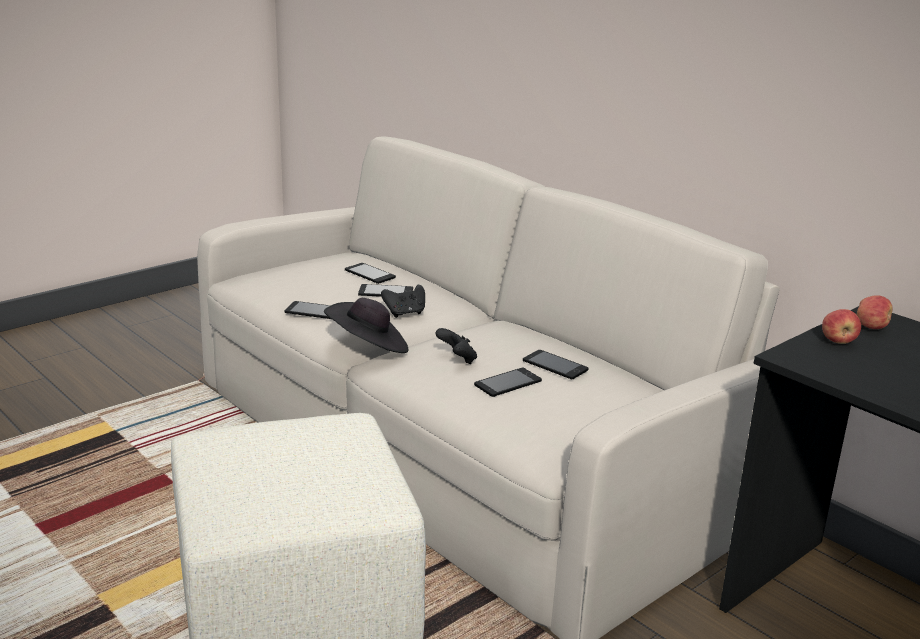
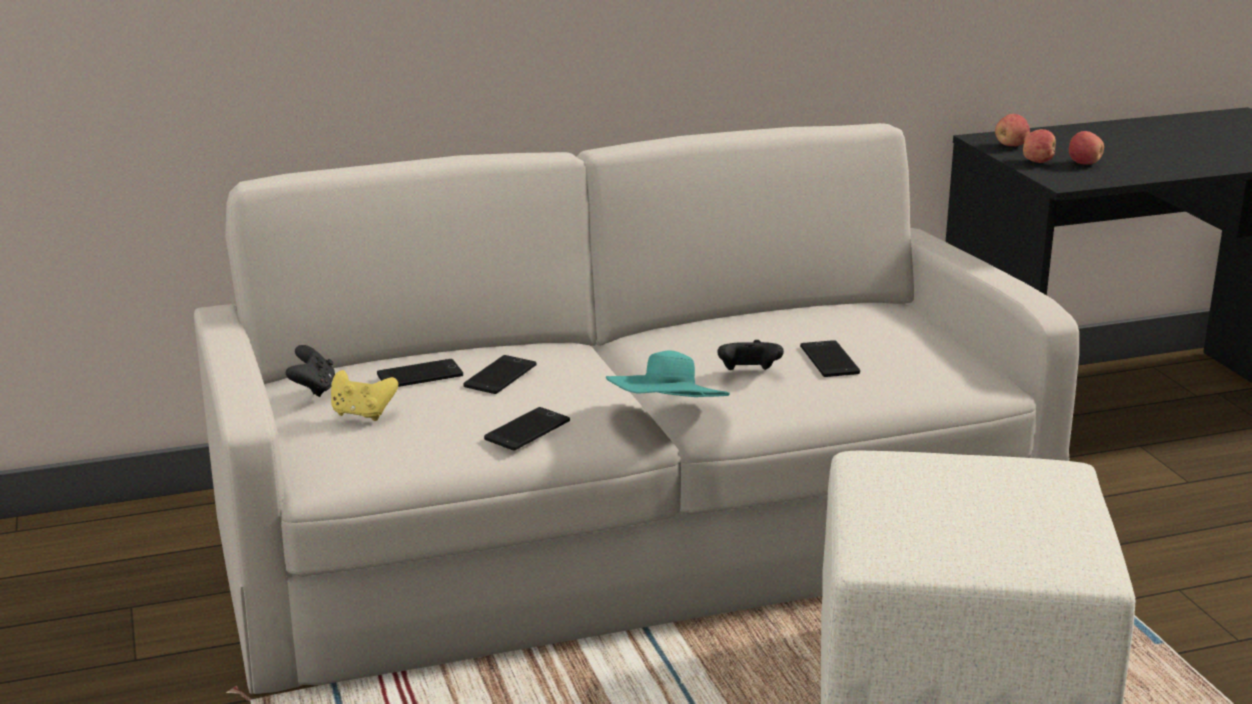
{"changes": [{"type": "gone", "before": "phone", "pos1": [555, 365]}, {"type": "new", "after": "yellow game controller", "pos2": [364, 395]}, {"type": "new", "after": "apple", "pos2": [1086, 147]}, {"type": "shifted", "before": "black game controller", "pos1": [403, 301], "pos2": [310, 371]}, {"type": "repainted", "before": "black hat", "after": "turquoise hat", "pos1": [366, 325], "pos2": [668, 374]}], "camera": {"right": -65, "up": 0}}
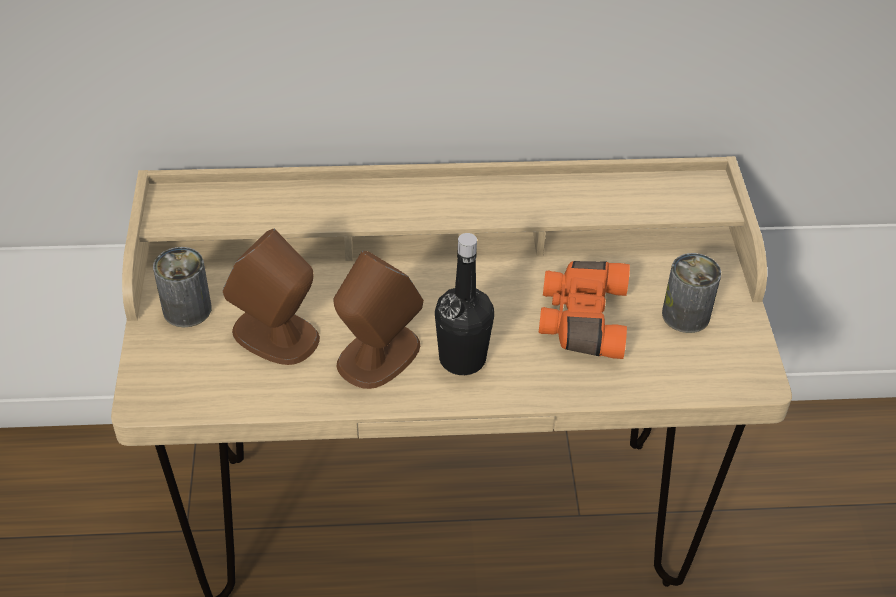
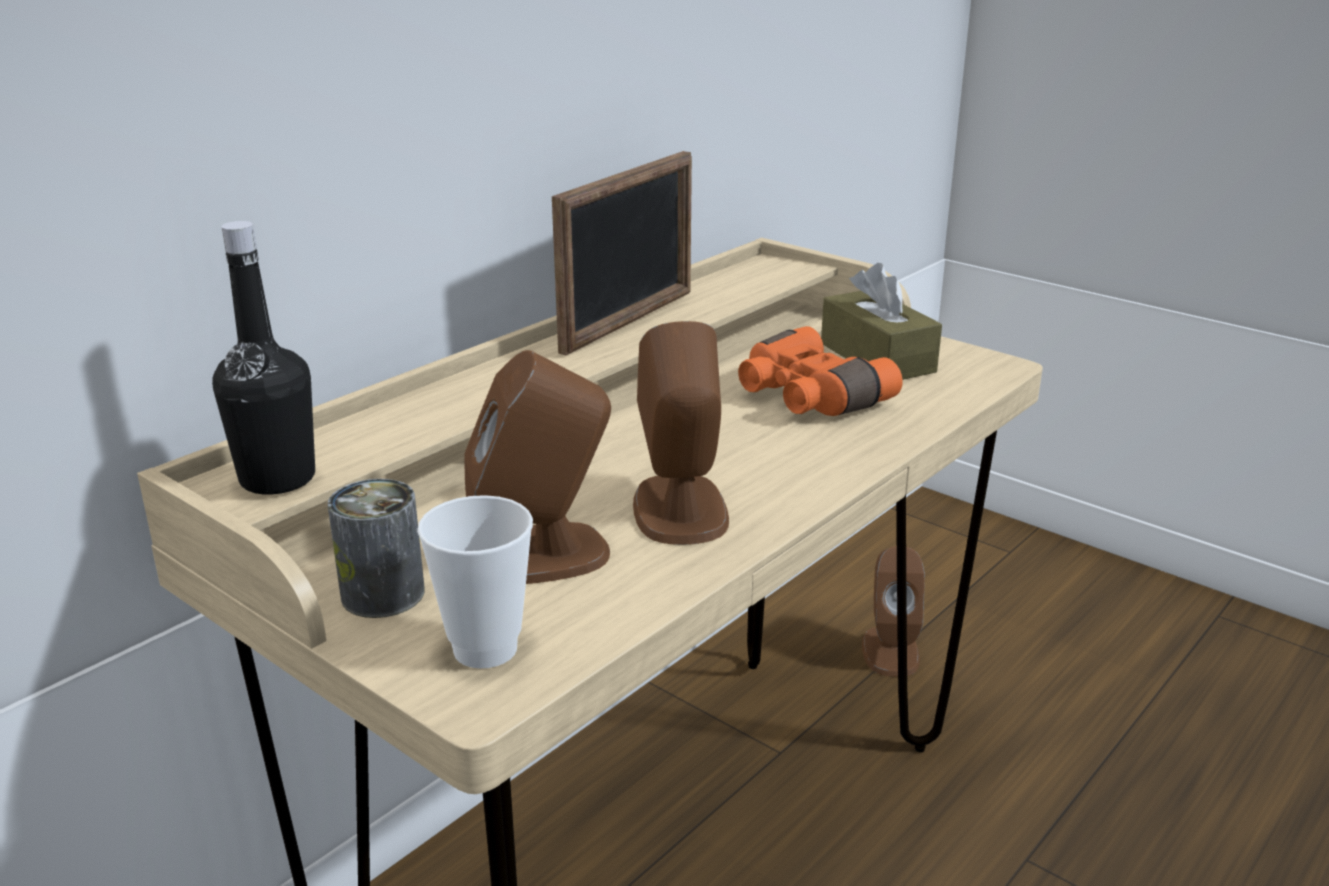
{"changes": [{"type": "new", "after": "cup", "pos2": [475, 582]}, {"type": "new", "after": "picture frame", "pos2": [622, 253]}, {"type": "new", "after": "brown speaker", "pos2": [893, 611]}, {"type": "shifted", "before": "black bottle", "pos1": [464, 304], "pos2": [263, 358]}, {"type": "swapped", "before": "can", "after": "brown tissue box", "pos1": [691, 293], "pos2": [881, 321]}], "camera": {"right": -45, "up": -20}}
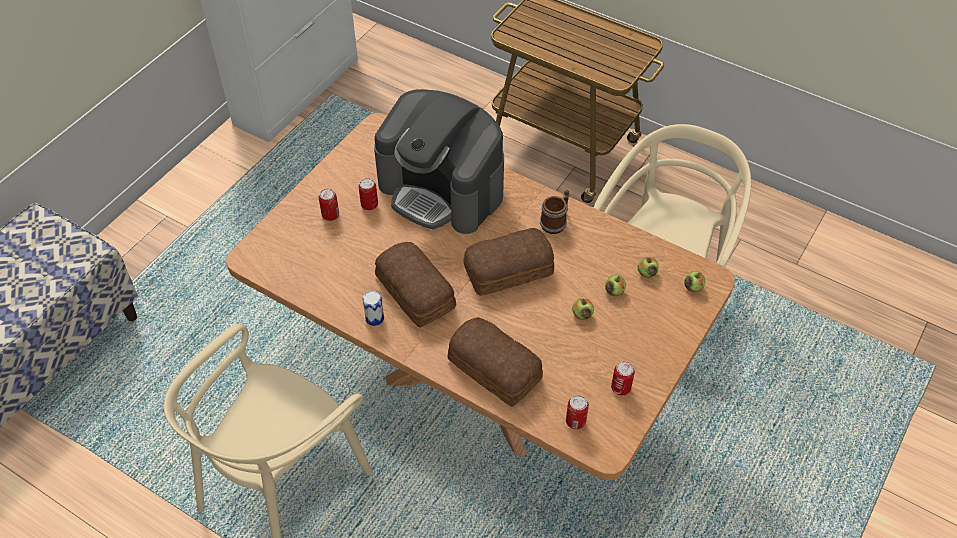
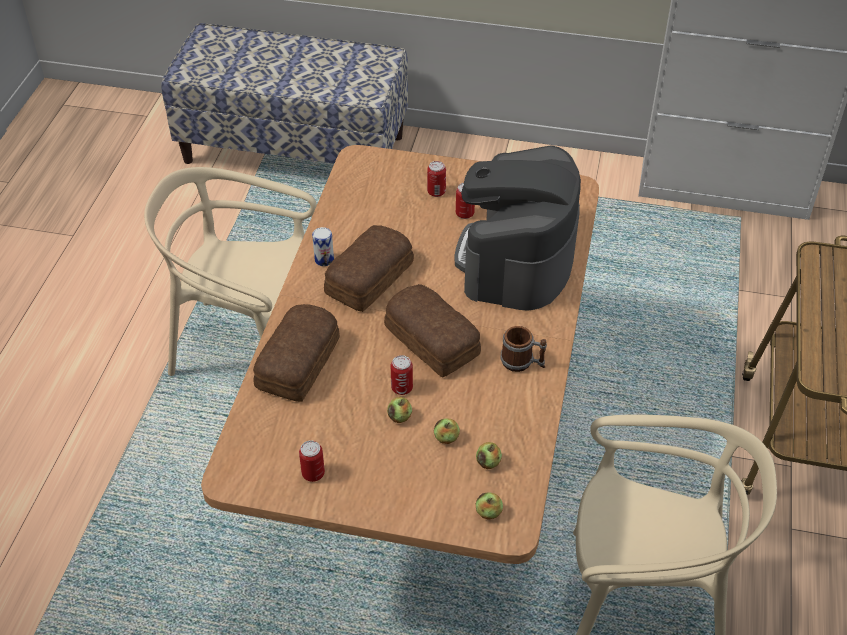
{"changes": [{"type": "shifted", "before": "can", "pos1": [577, 412], "pos2": [402, 375]}], "camera": {"right": 70, "up": -5}}
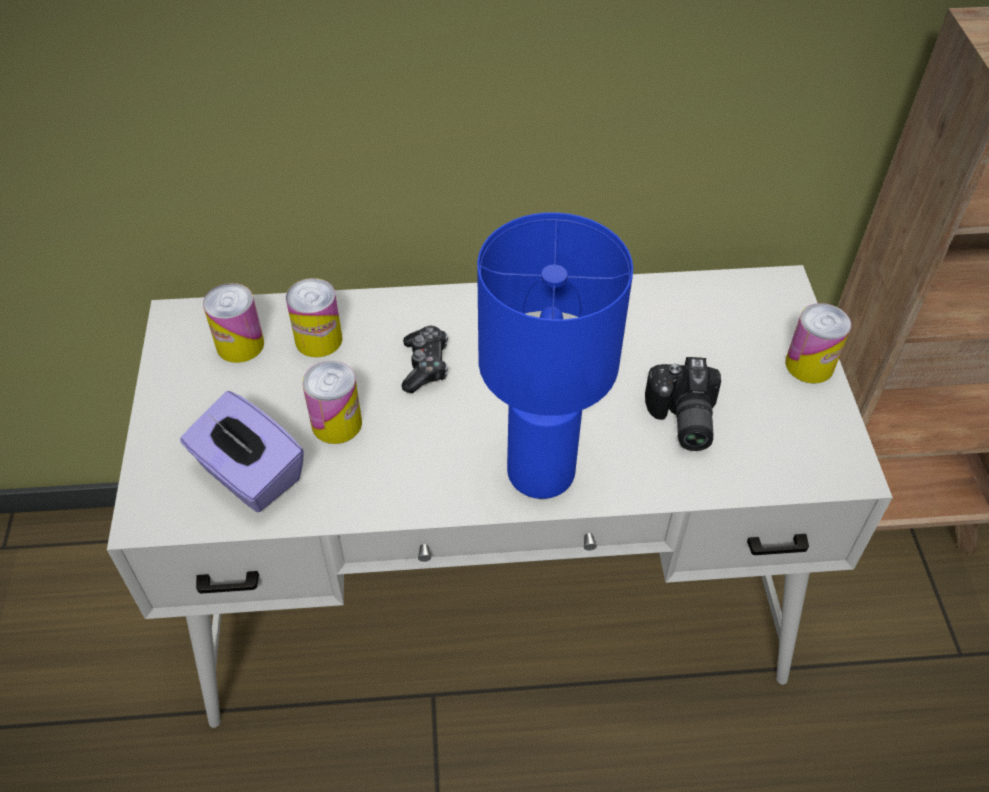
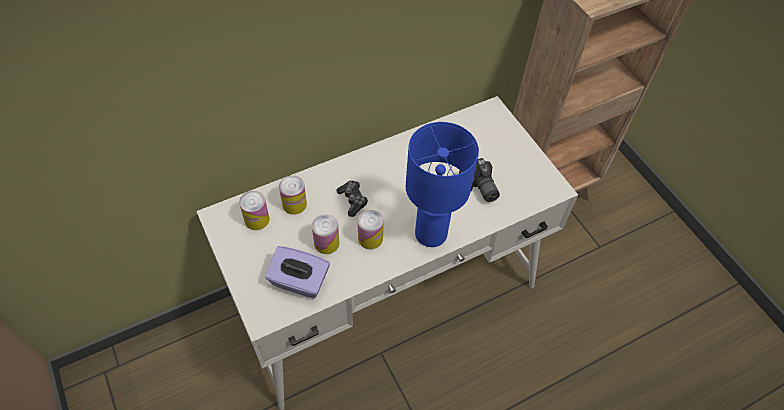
{"changes": [{"type": "shifted", "before": "can", "pos1": [818, 343], "pos2": [371, 229]}], "camera": {"right": -25, "up": 5}}
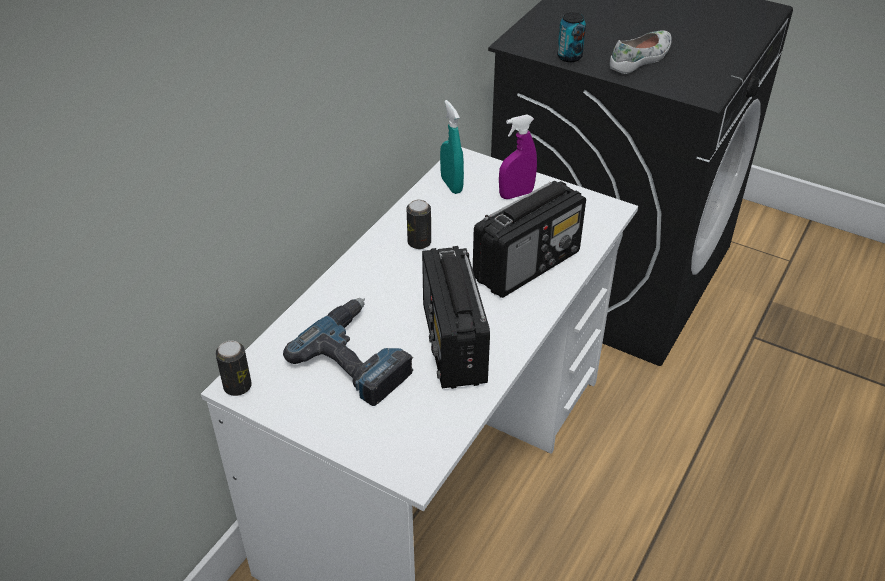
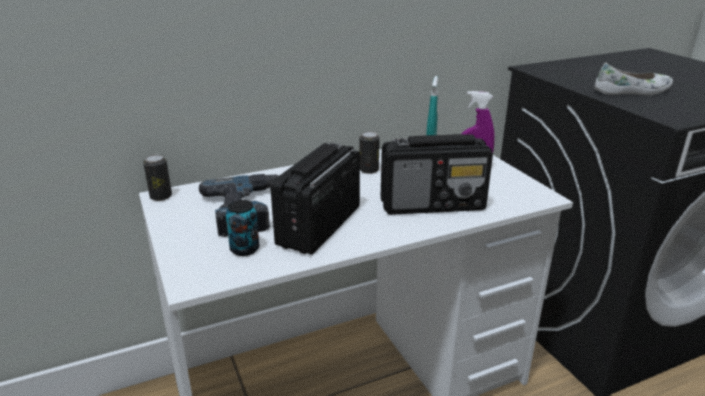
{"changes": [{"type": "shifted", "before": "can", "pos1": [571, 37], "pos2": [242, 228]}], "camera": {"right": 35, "up": -15}}
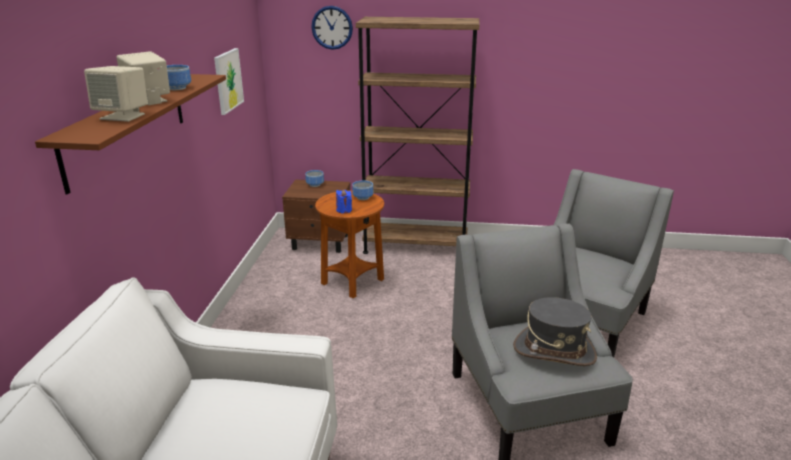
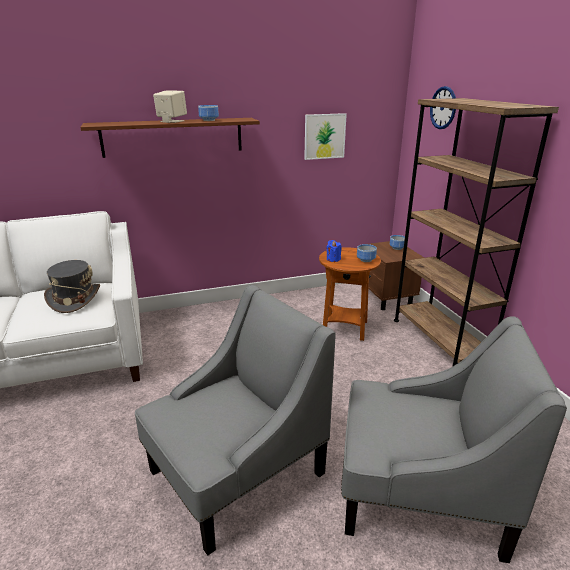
{"changes": [{"type": "gone", "before": "beige speaker", "pos1": [116, 94]}, {"type": "shifted", "before": "grey hat", "pos1": [555, 331], "pos2": [72, 286]}], "camera": {"right": 65, "up": 0}}
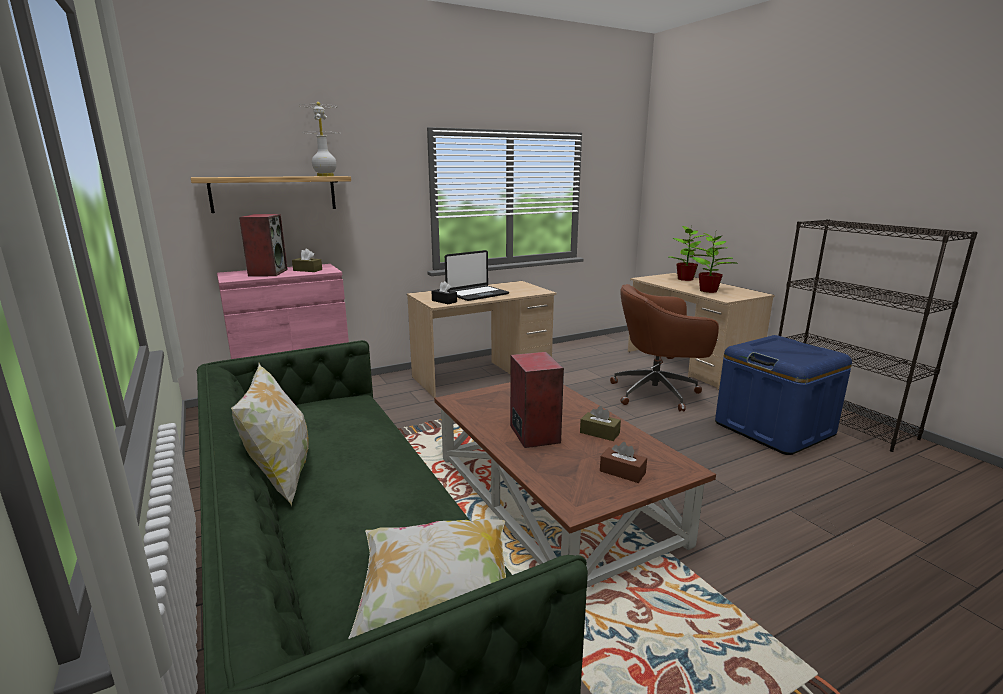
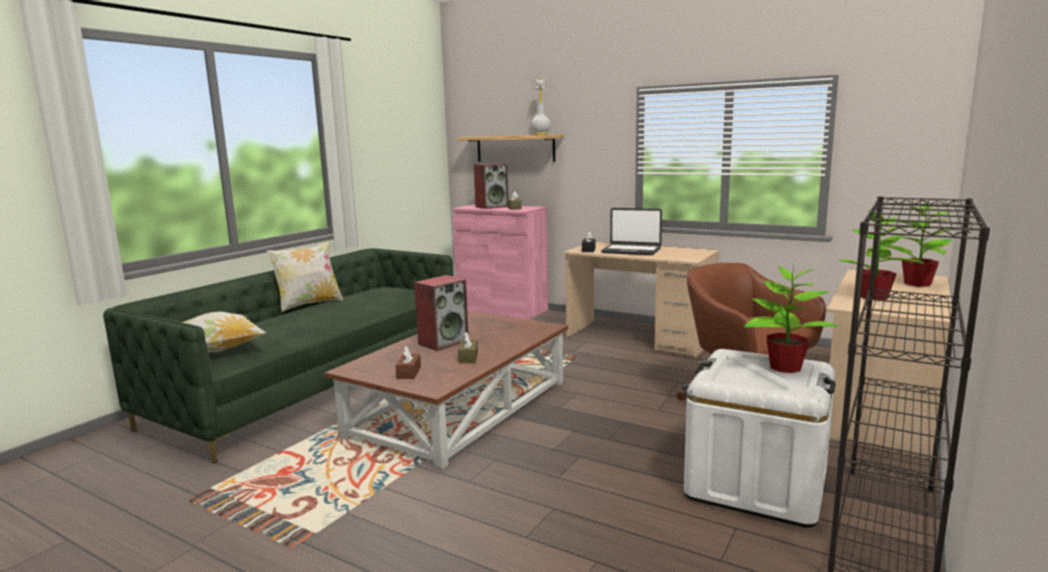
{"changes": [{"type": "new", "after": "potted plant", "pos2": [791, 318]}, {"type": "repainted", "before": "blue storage box", "after": "white storage box", "pos1": [783, 395], "pos2": [760, 438]}], "camera": {"right": 60, "up": -5}}
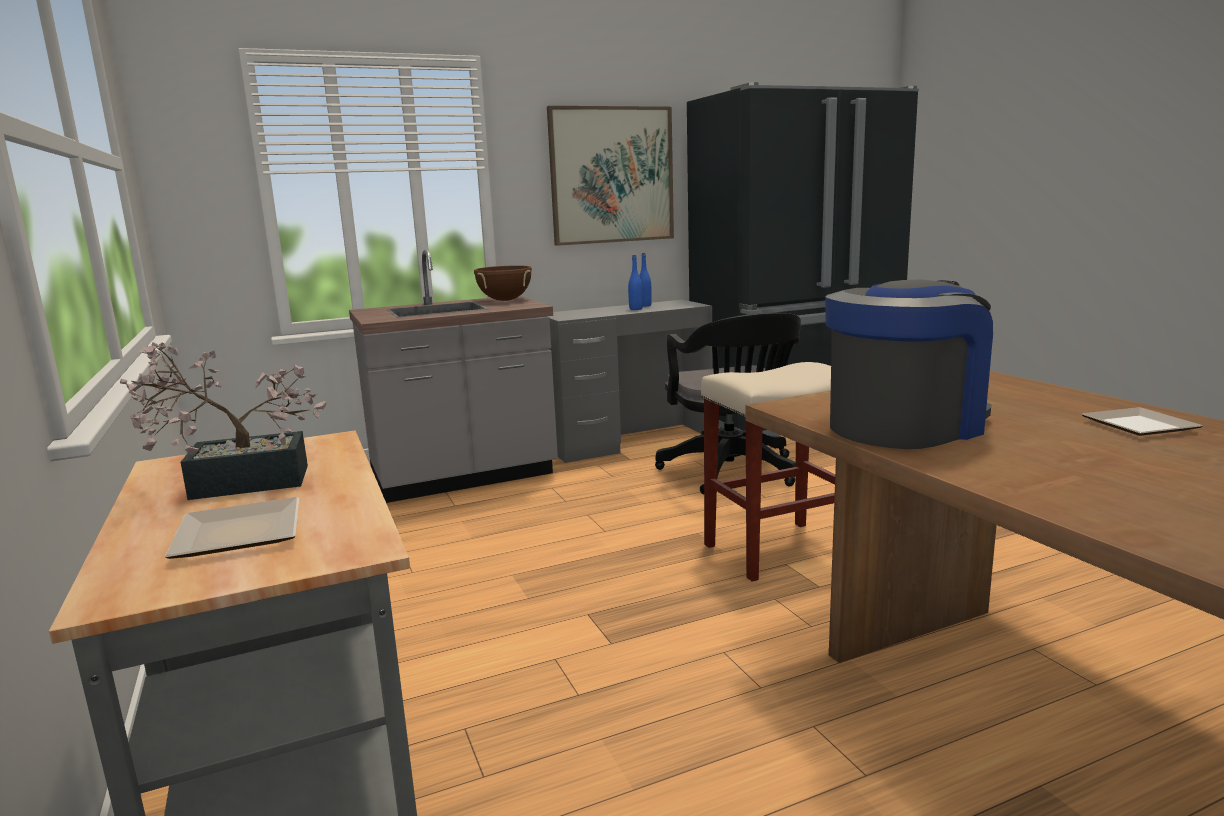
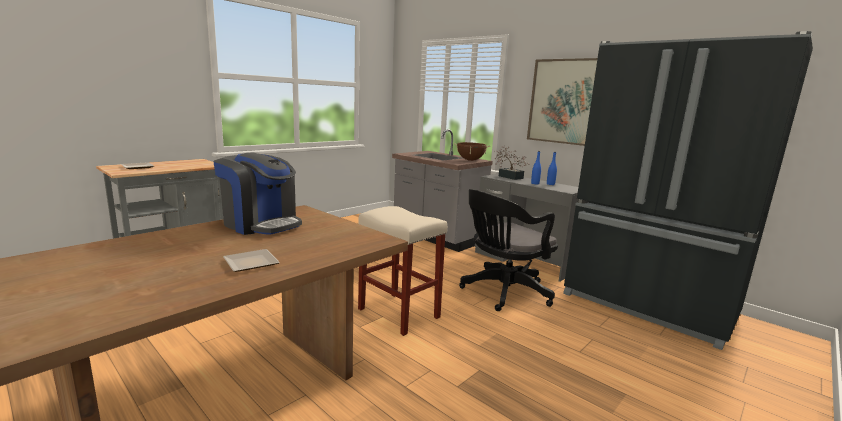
{"changes": [{"type": "shifted", "before": "potted plant", "pos1": [223, 421], "pos2": [512, 163]}], "camera": {"right": 65, "up": 0}}
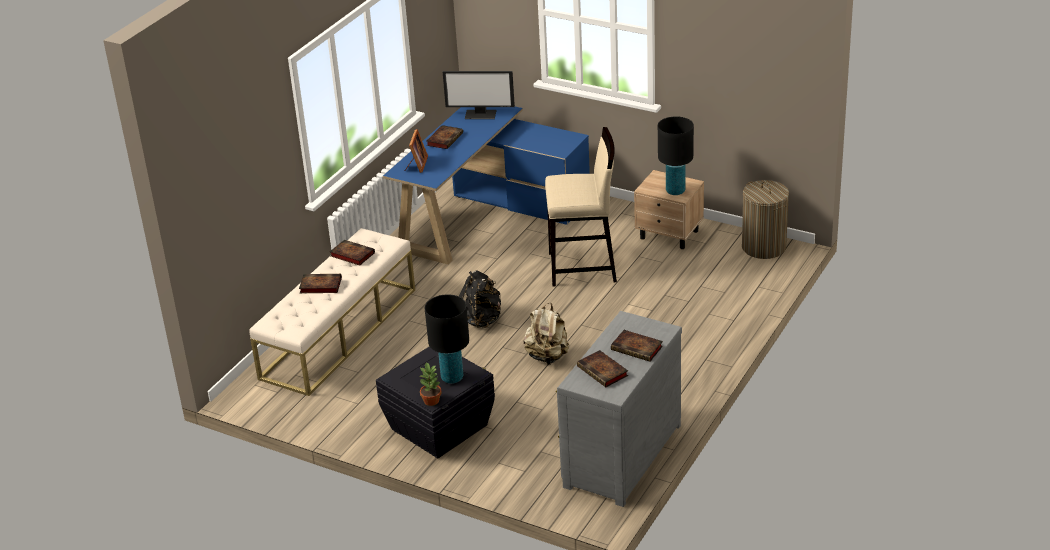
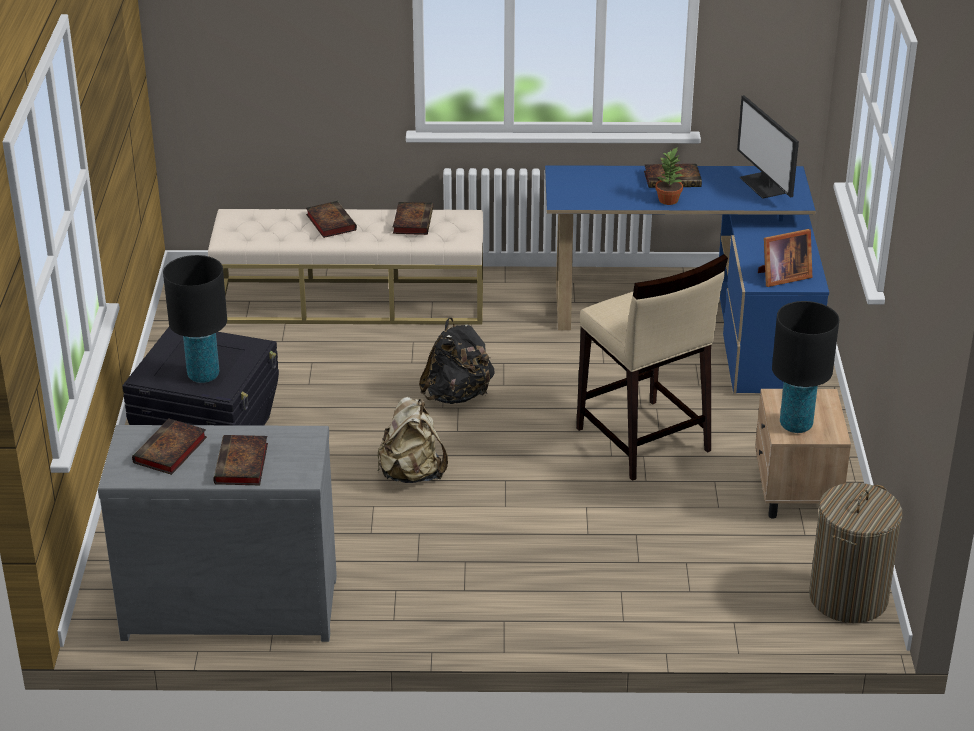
{"changes": [{"type": "shifted", "before": "picture frame", "pos1": [416, 151], "pos2": [785, 258]}, {"type": "shifted", "before": "potted plant", "pos1": [430, 384], "pos2": [669, 176]}], "camera": {"right": 60, "up": 0}}
